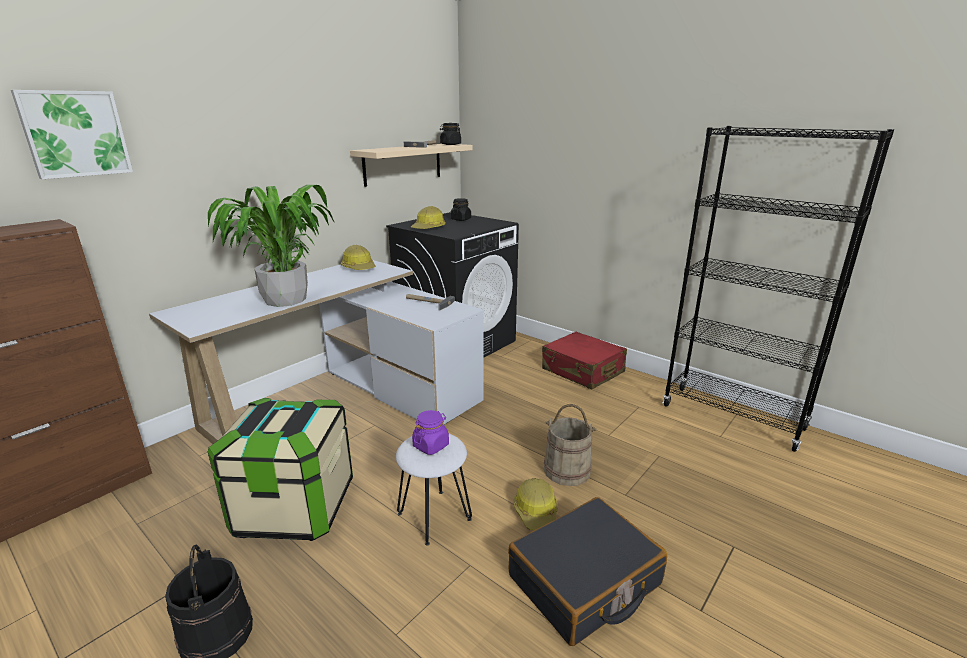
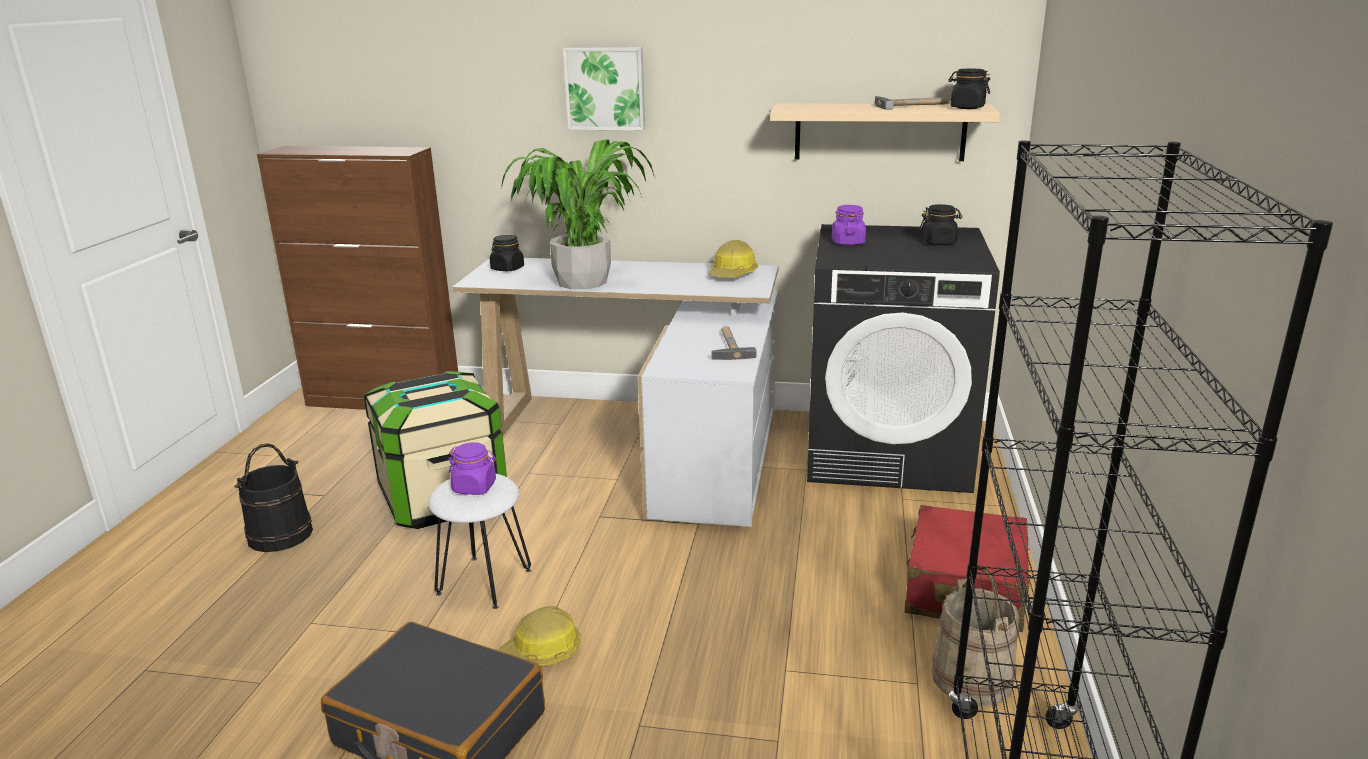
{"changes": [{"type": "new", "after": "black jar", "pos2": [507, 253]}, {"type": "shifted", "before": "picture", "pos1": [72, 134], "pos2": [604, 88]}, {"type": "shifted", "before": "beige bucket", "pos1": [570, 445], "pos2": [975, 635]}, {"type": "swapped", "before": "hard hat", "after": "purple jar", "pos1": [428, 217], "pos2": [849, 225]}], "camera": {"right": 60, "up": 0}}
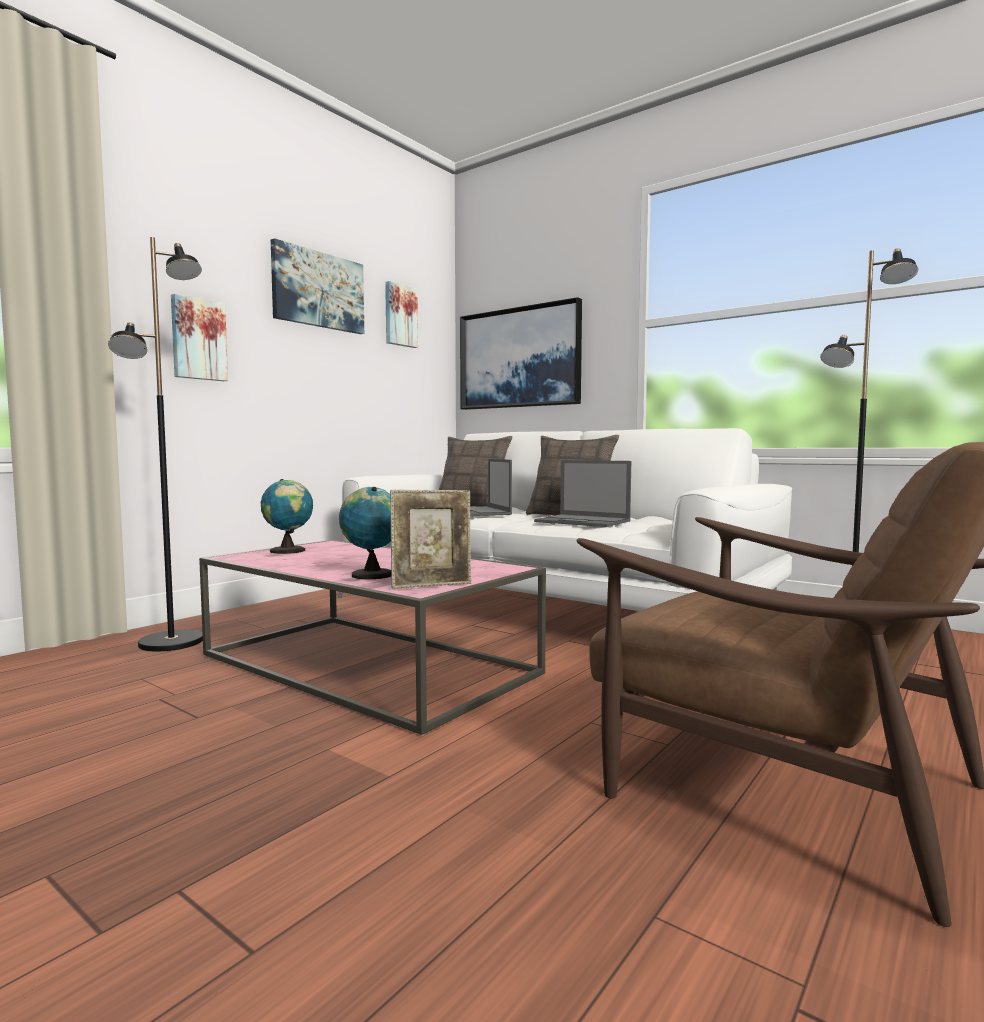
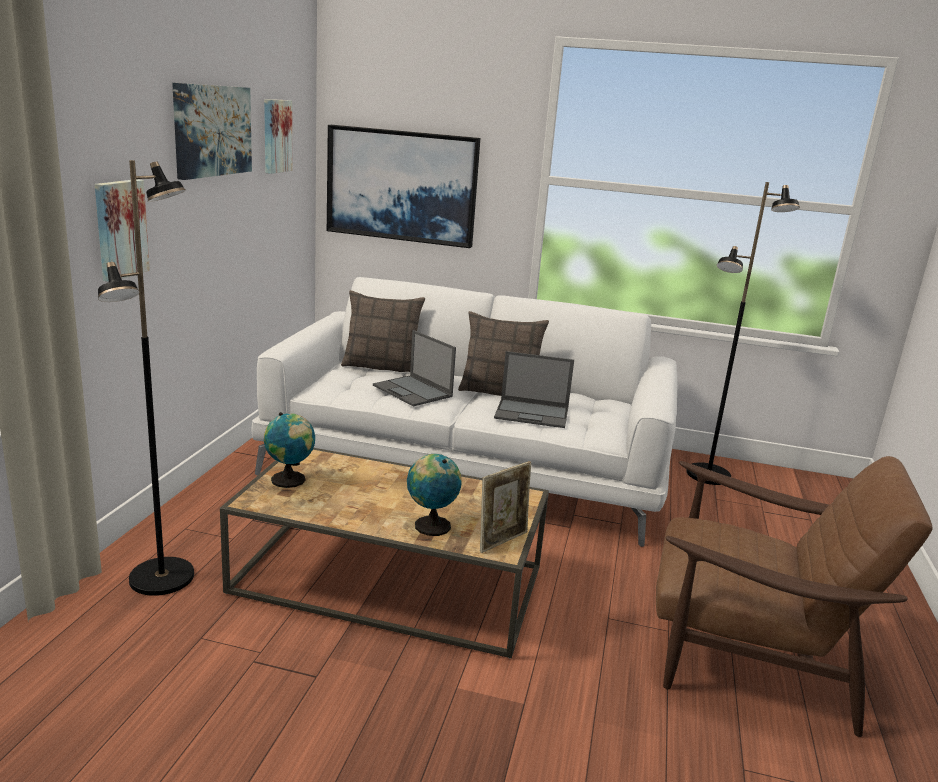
{"changes": [{"type": "repainted", "before": "pink coffee table", "after": "brown coffee table", "pos1": [372, 638], "pos2": [384, 553]}], "camera": {"right": -25, "up": 15}}
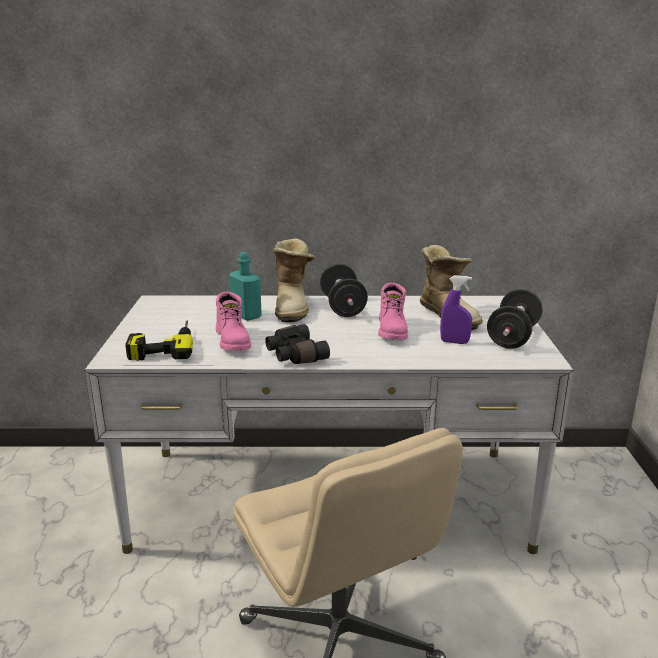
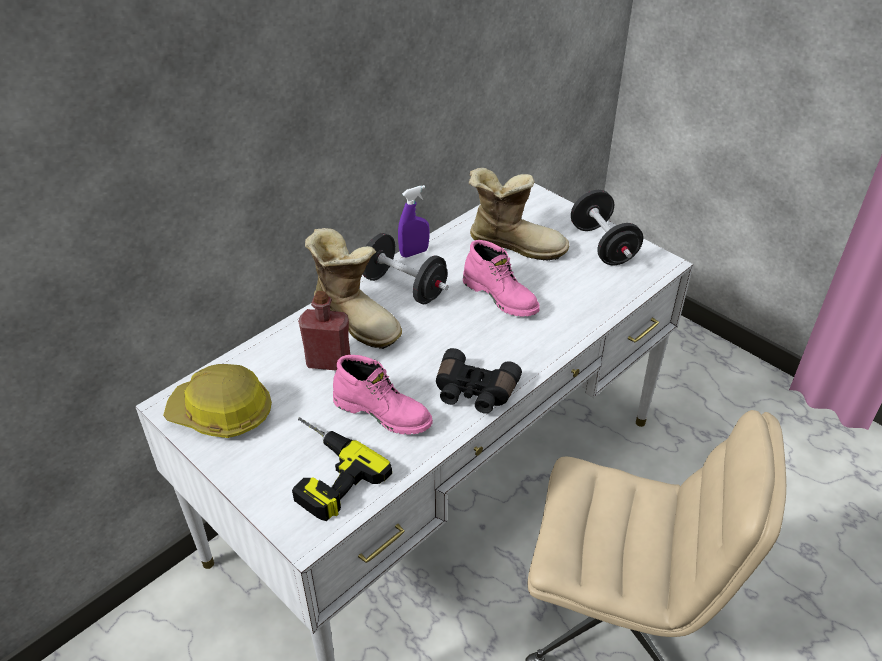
{"changes": [{"type": "new", "after": "hard hat", "pos2": [217, 401]}, {"type": "shifted", "before": "purple spray bottle", "pos1": [456, 309], "pos2": [414, 221]}, {"type": "repainted", "before": "turquoise bottle", "after": "red bottle", "pos1": [245, 286], "pos2": [324, 331]}], "camera": {"right": -45, "up": 20}}
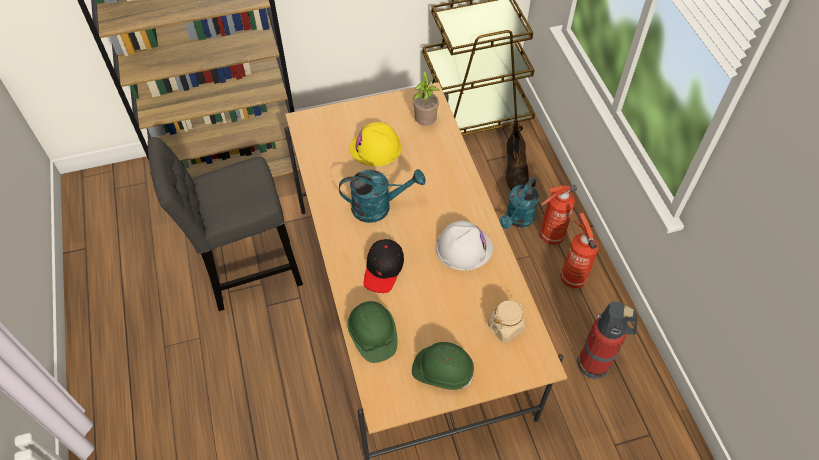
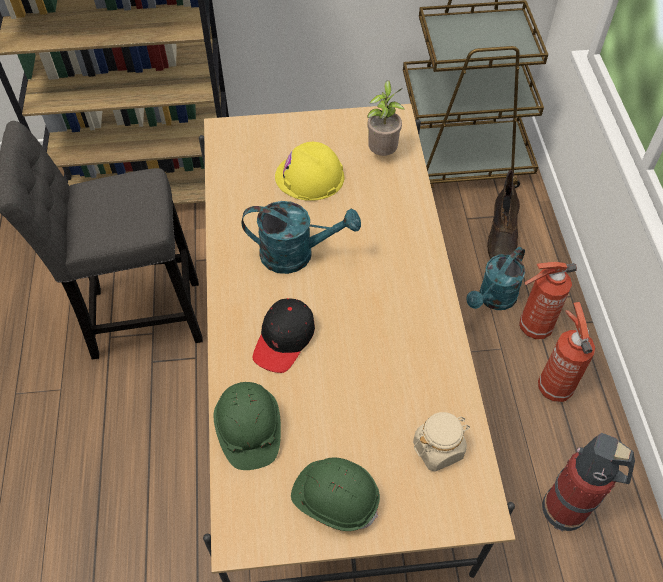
{"changes": [{"type": "gone", "before": "white hard hat", "pos1": [464, 246]}], "camera": {"right": 10, "up": 0}}
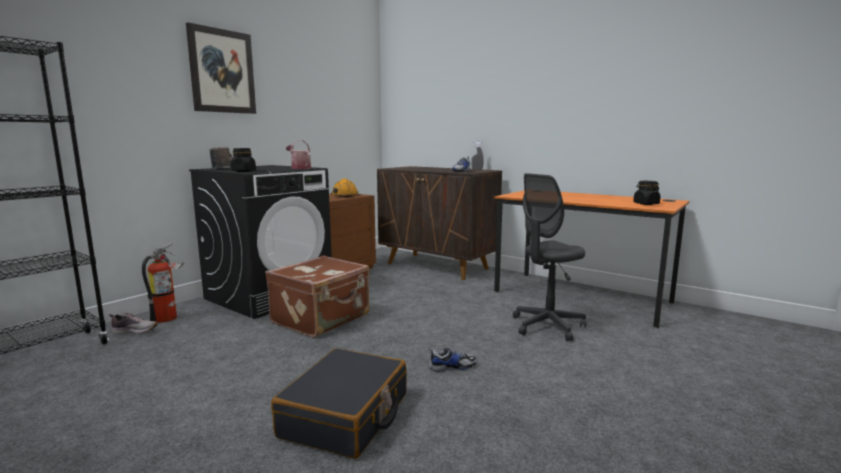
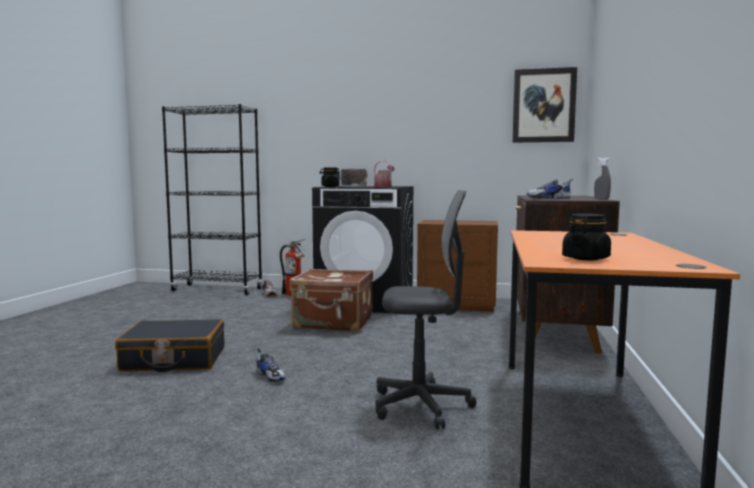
{"changes": [{"type": "gone", "before": "orange hard hat", "pos1": [345, 188]}, {"type": "shifted", "before": "picture", "pos1": [221, 68], "pos2": [544, 105]}, {"type": "rotated", "before": "grey office chair", "pos1": [549, 257], "pos2": [425, 310], "turn": 150}], "camera": {"right": 65, "up": -5}}
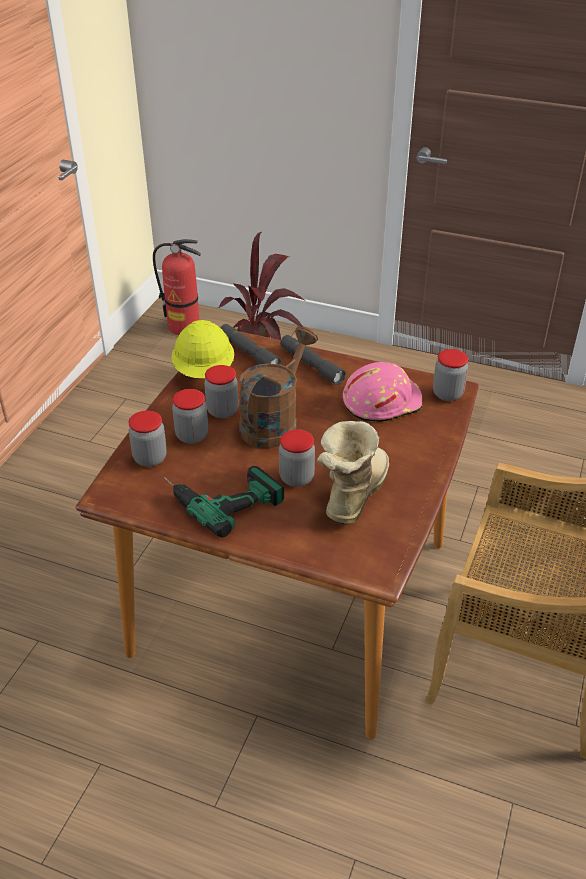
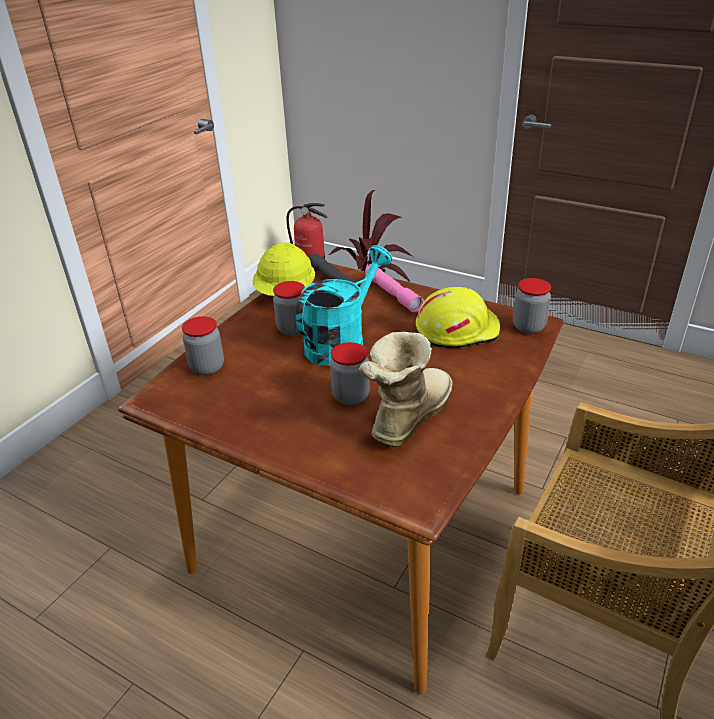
{"changes": [{"type": "gone", "before": "power drill", "pos1": [223, 501]}, {"type": "gone", "before": "jar", "pos1": [190, 416]}, {"type": "repainted", "before": "brown watering can", "after": "turquoise watering can", "pos1": [278, 387], "pos2": [344, 305]}, {"type": "repainted", "before": "grey flashlight", "after": "pink flashlight", "pos1": [313, 360], "pos2": [394, 289]}, {"type": "repainted", "before": "pink hard hat", "after": "yellow hard hat", "pos1": [383, 392], "pos2": [458, 317]}], "camera": {"right": 10, "up": -5}}
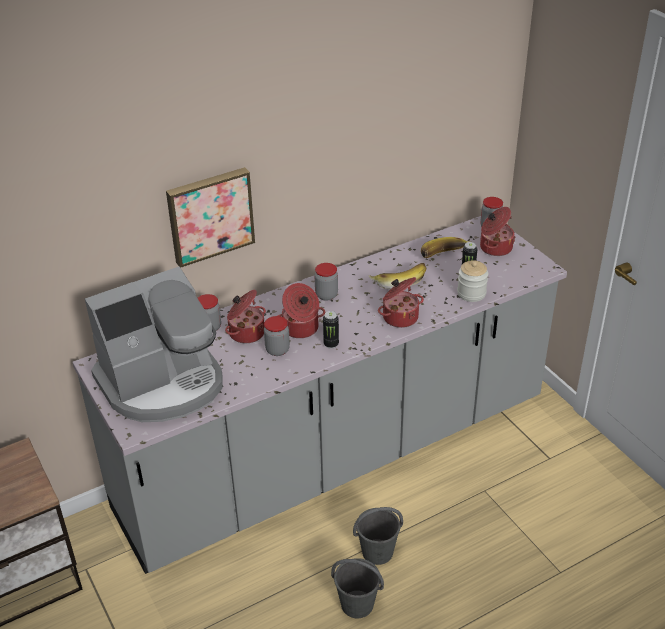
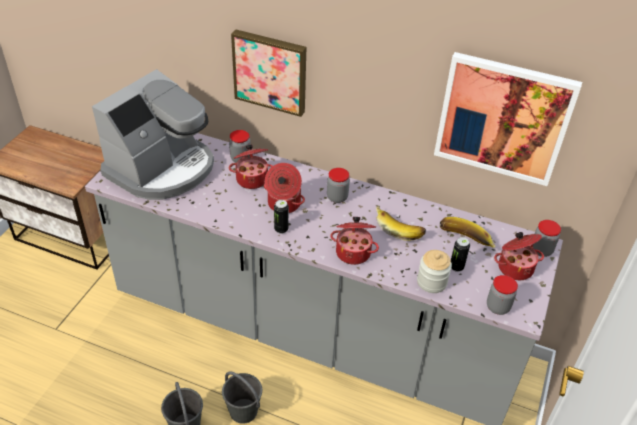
{"changes": [{"type": "new", "after": "picture", "pos2": [508, 119]}, {"type": "shifted", "before": "jar", "pos1": [277, 336], "pos2": [502, 295]}, {"type": "rotated", "before": "coffee machine", "pos1": [153, 344], "pos2": [153, 134], "turn": -75}], "camera": {"right": 50, "up": 5}}
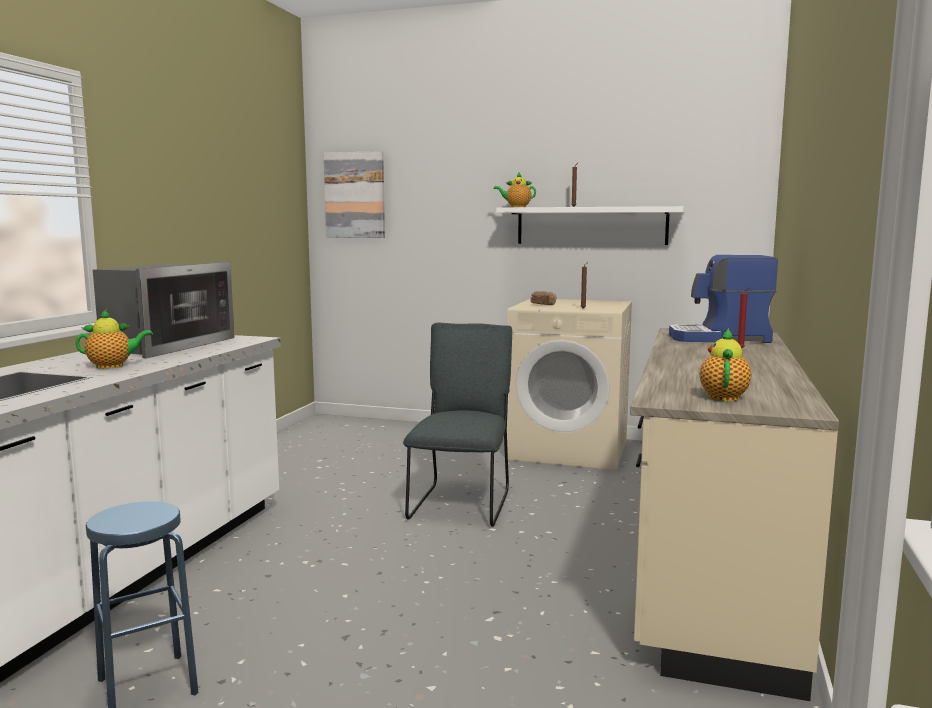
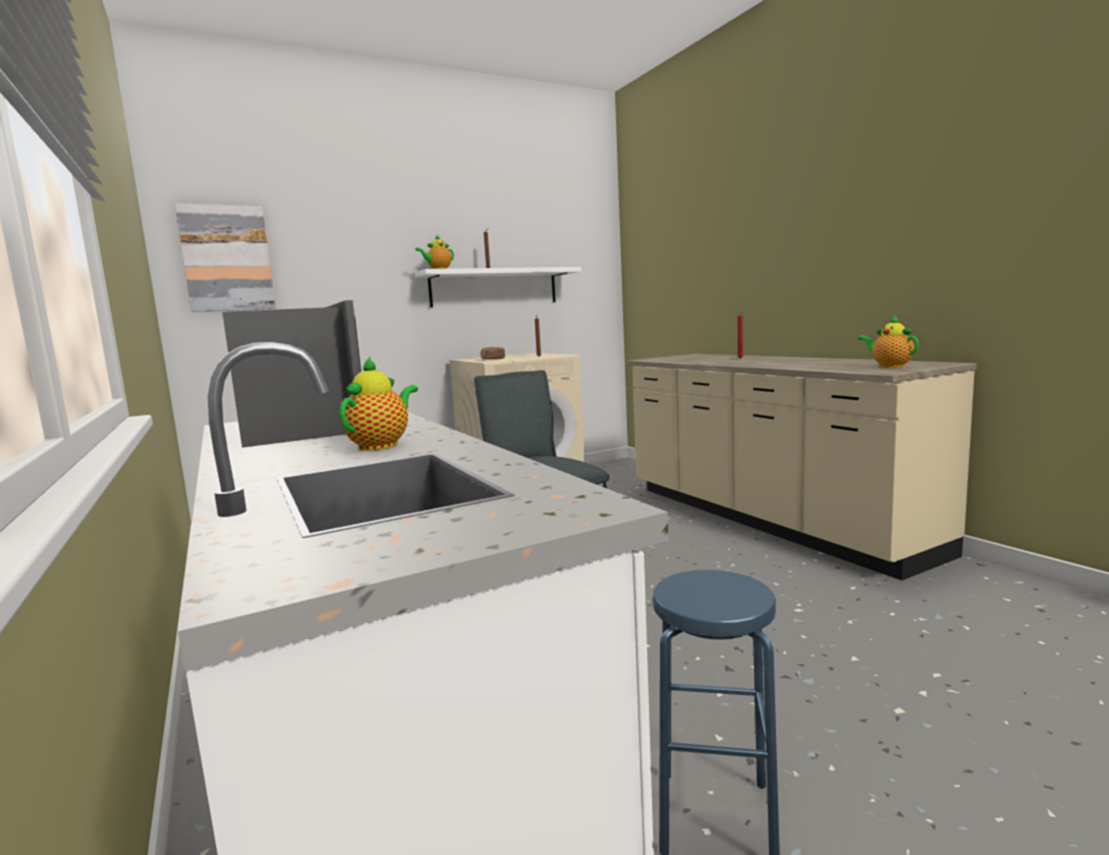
{"changes": [{"type": "gone", "before": "coffee machine", "pos1": [723, 299]}], "camera": {"right": -45, "up": 0}}
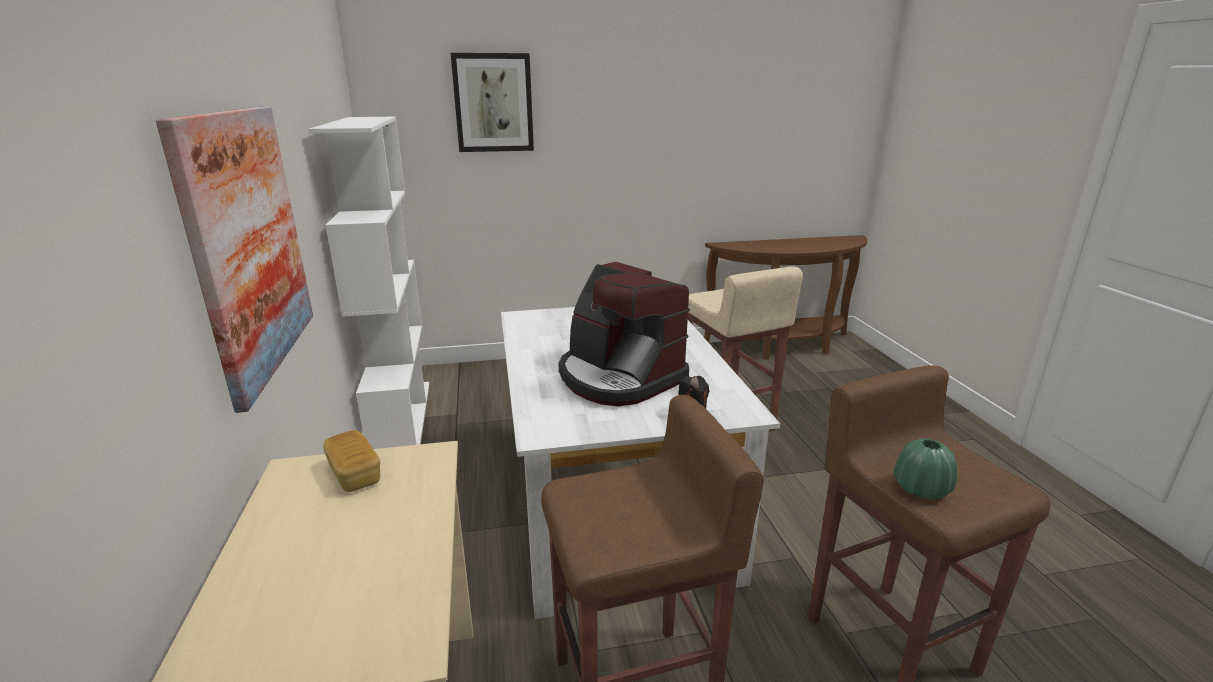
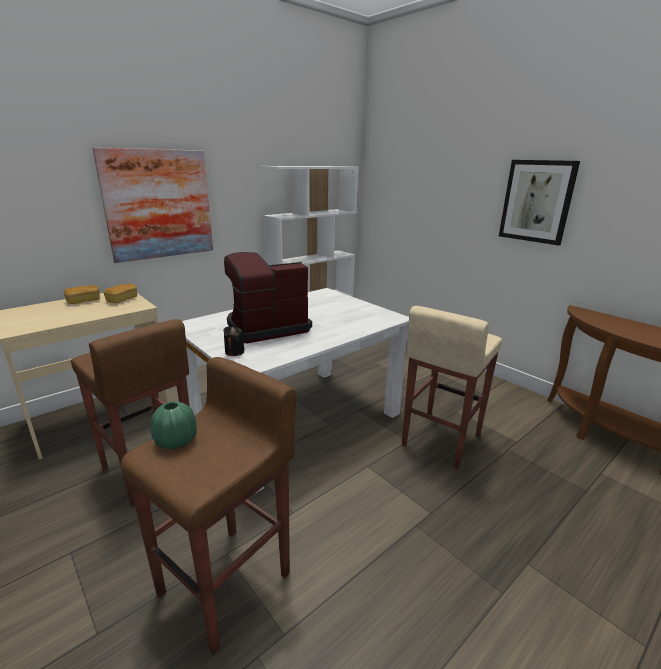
{"changes": [{"type": "new", "after": "bread", "pos2": [82, 294]}, {"type": "shifted", "before": "picture", "pos1": [492, 102], "pos2": [539, 203]}, {"type": "rotated", "before": "coffee machine", "pos1": [624, 334], "pos2": [268, 297], "turn": 45}], "camera": {"right": 60, "up": 0}}
